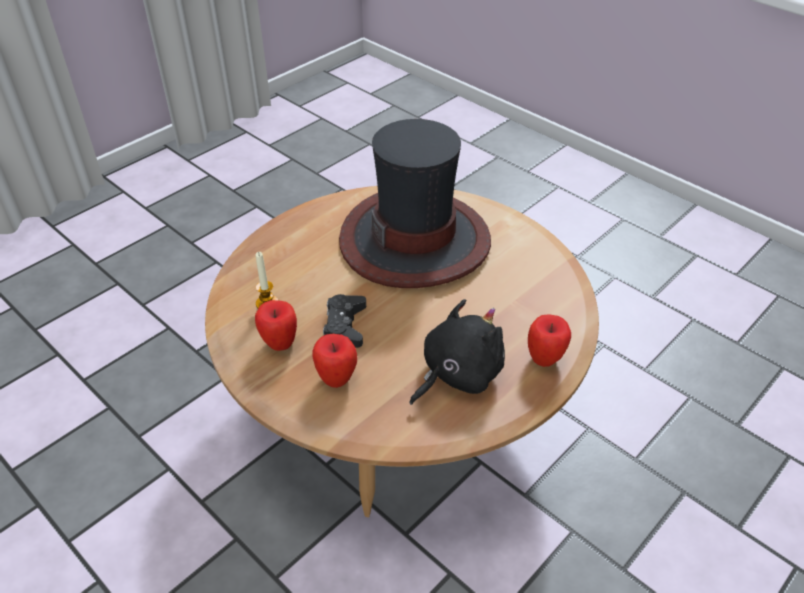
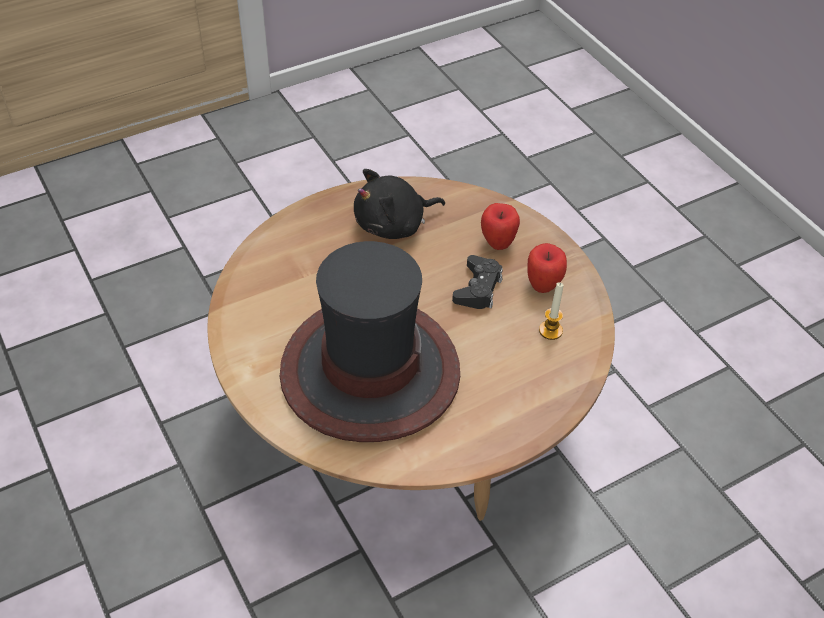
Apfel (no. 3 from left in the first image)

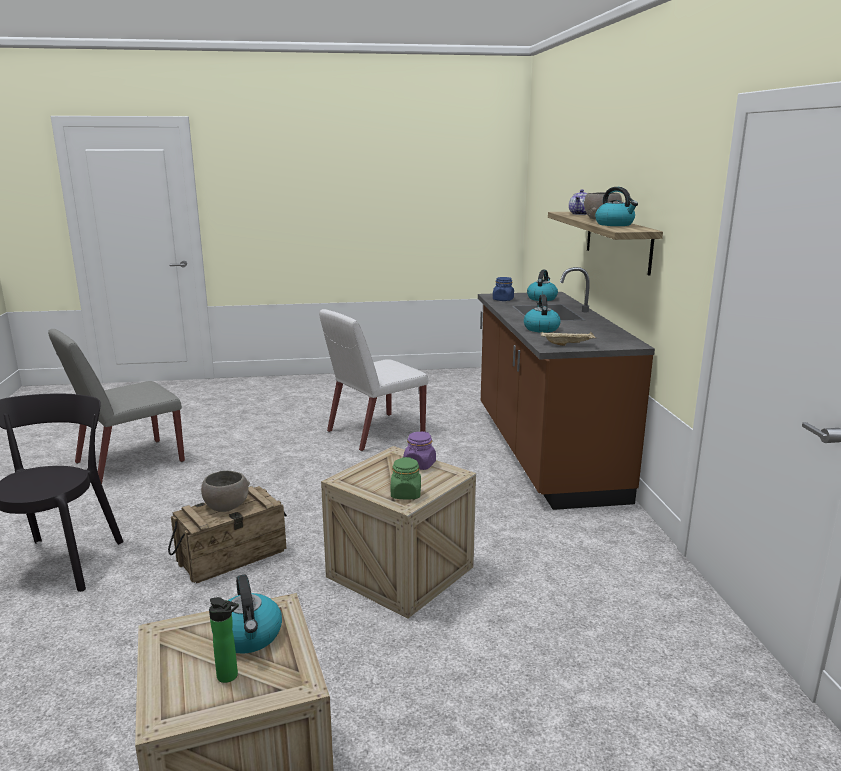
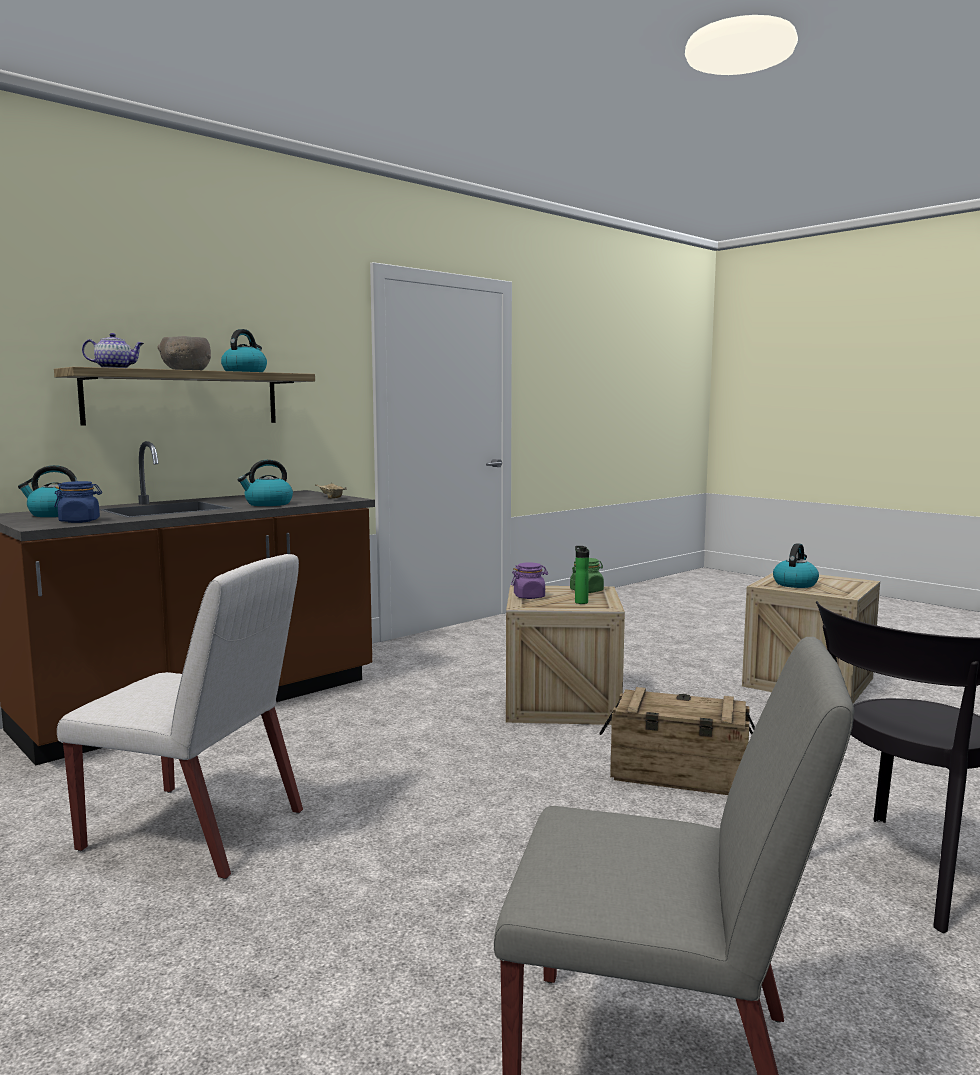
Schüssel (grau) (no. 1 from left in the first image); Flasche

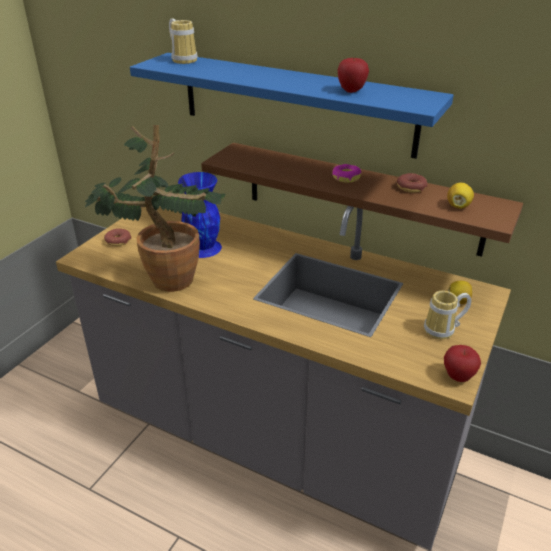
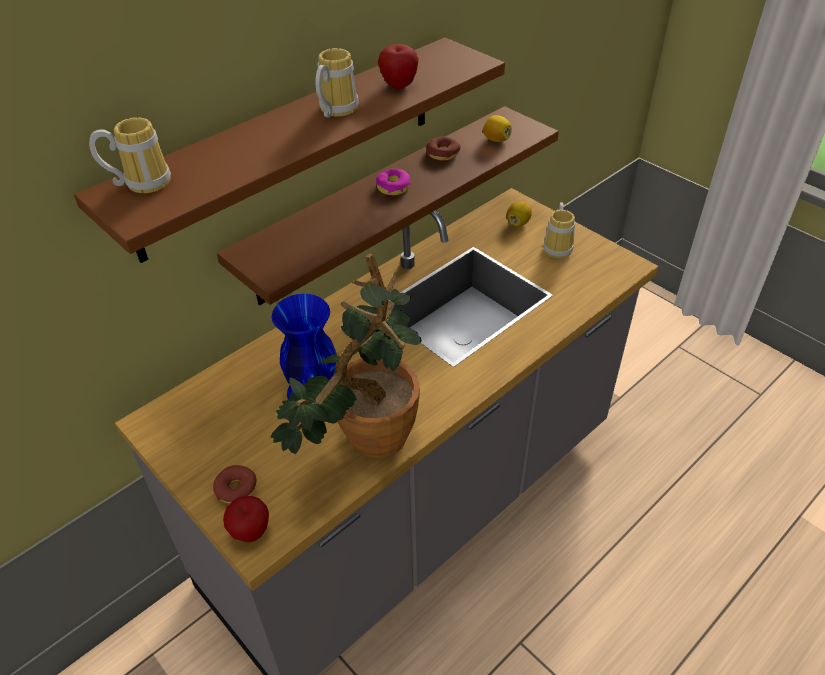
Wandregal (braun) (no. 1 from left); Apfel (no. 1 from left); Henkelbecher (no. 2 from left)

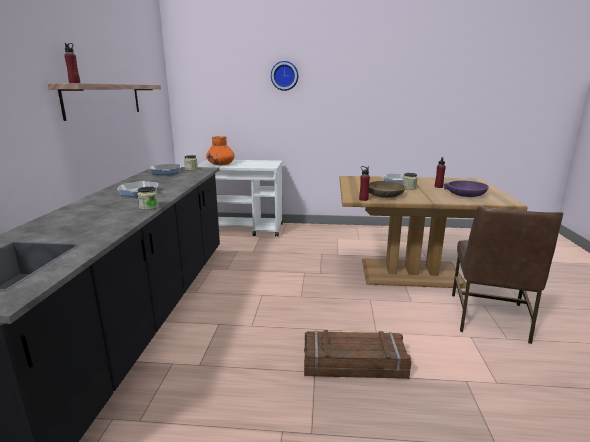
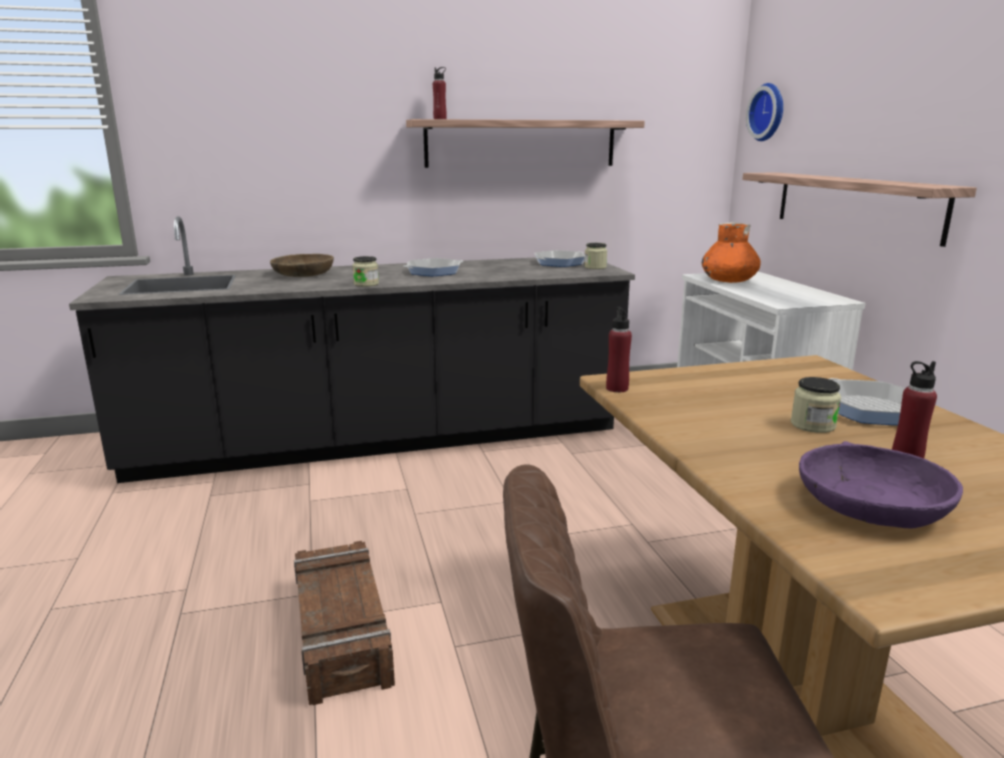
Wanduhr; Schüssel (braun); Wandregal (no. 2 from left)

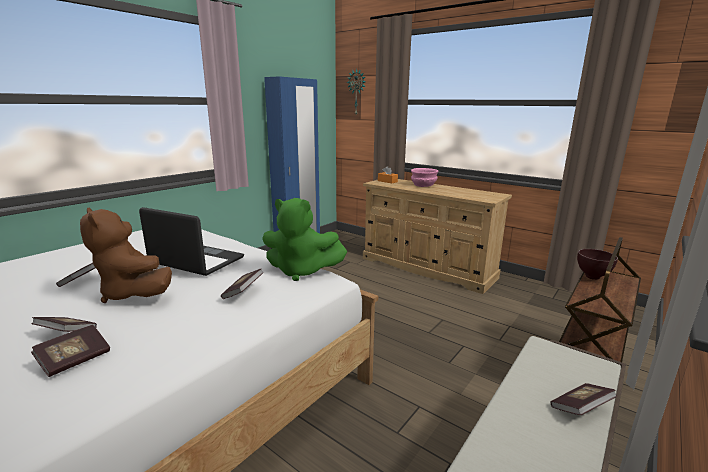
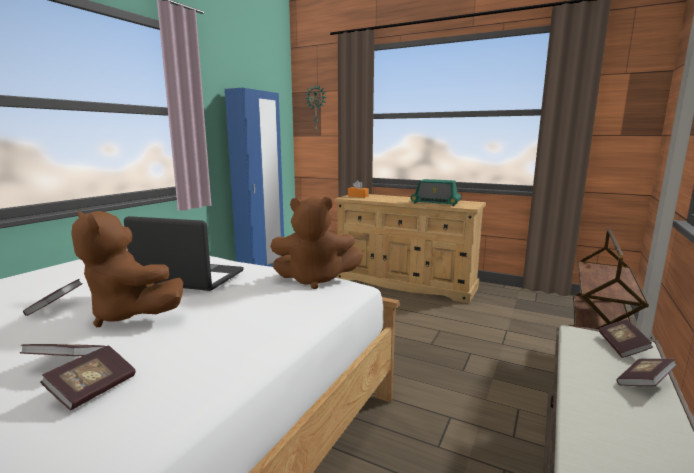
Buch (no. 4 from left); Plüschtier (braun) (no. 2 from left); Schüssel (rosa); Schüssel (braun); Radio

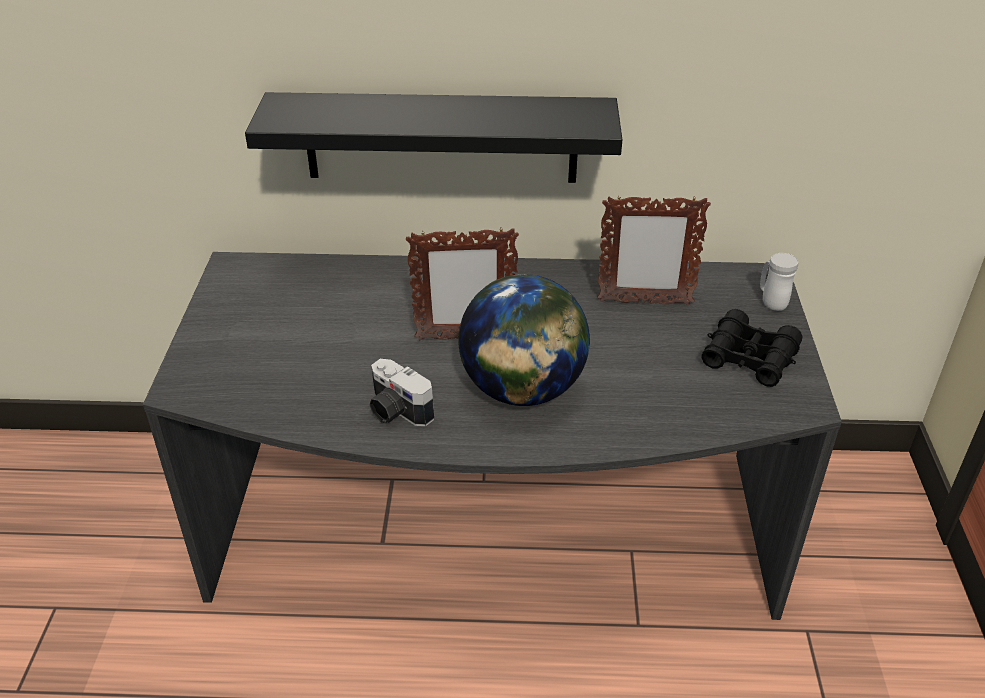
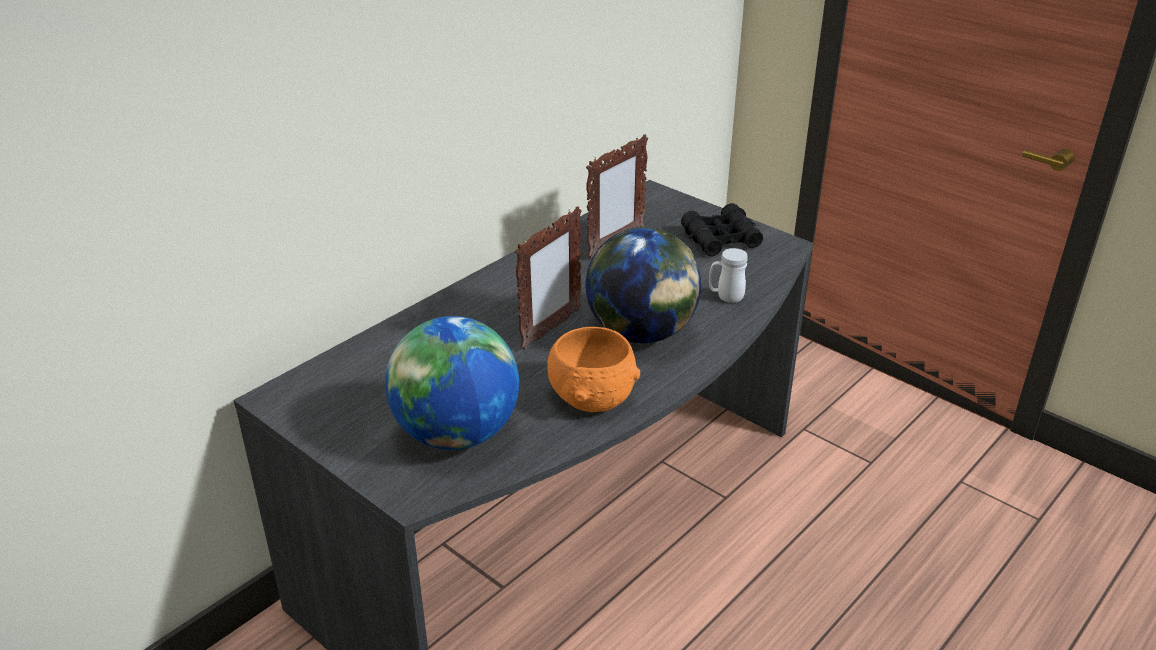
Wandregal (schwarz); Schüssel (orange); Henkelbecher (weiß); Globus (no. 1 from left)

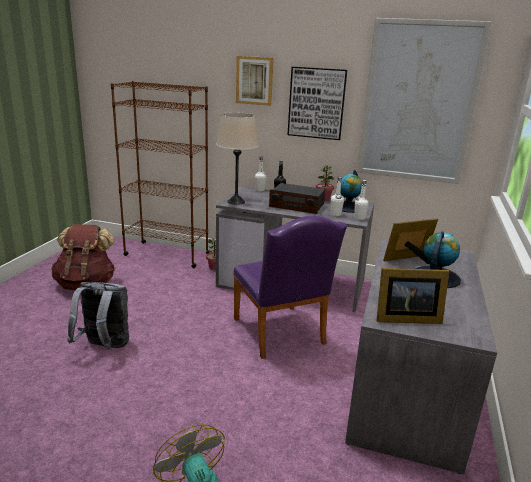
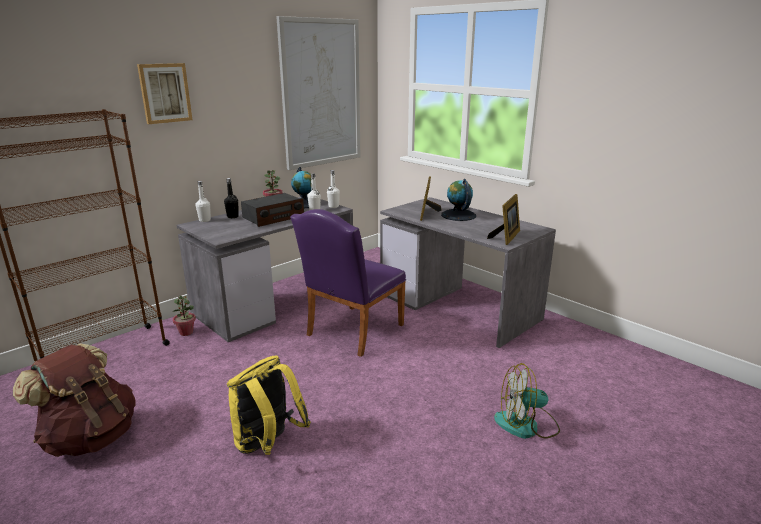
Rucksack (gelb); Tischlampe (beige); Stuhl (lila); Bild (no. 2 from left in the first image)

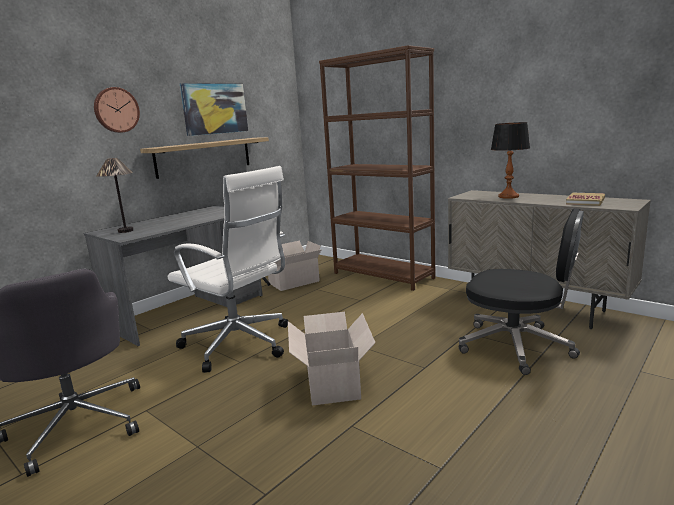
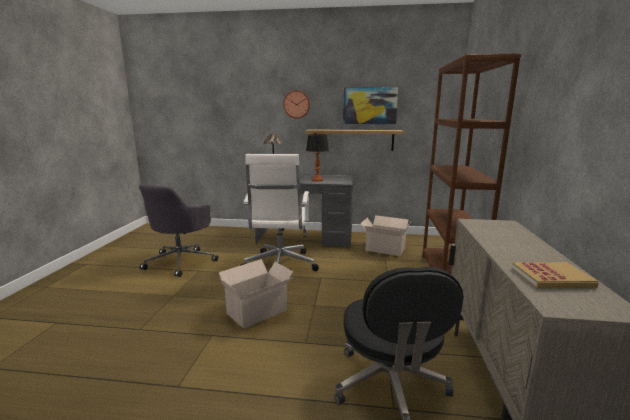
Tischlampe (no. 2 from left)

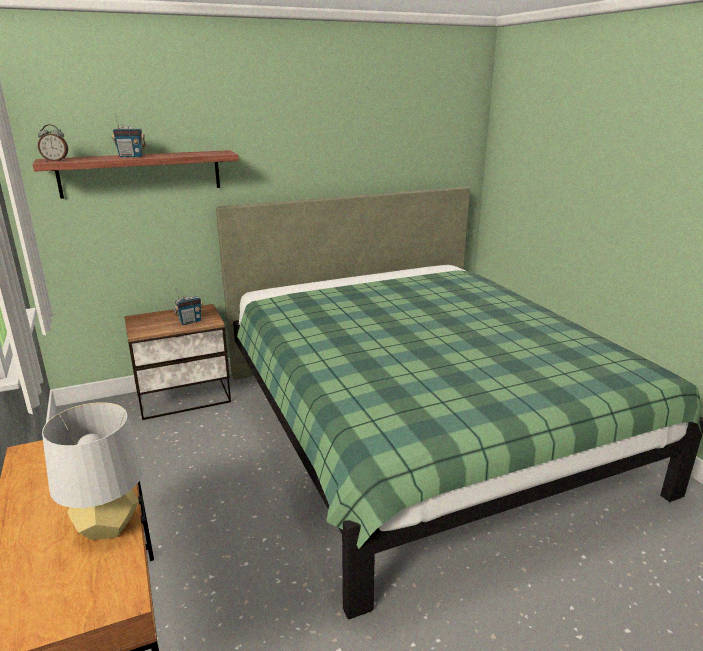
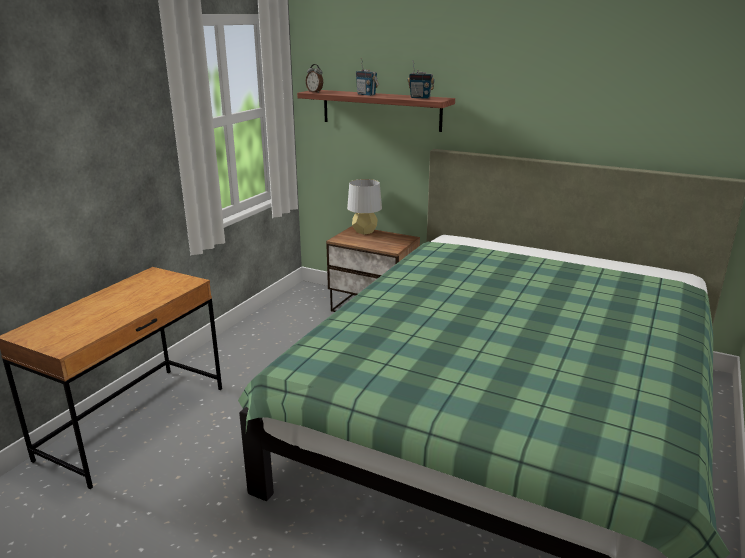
Tischlampe (grau); Radio (no. 2 from left)

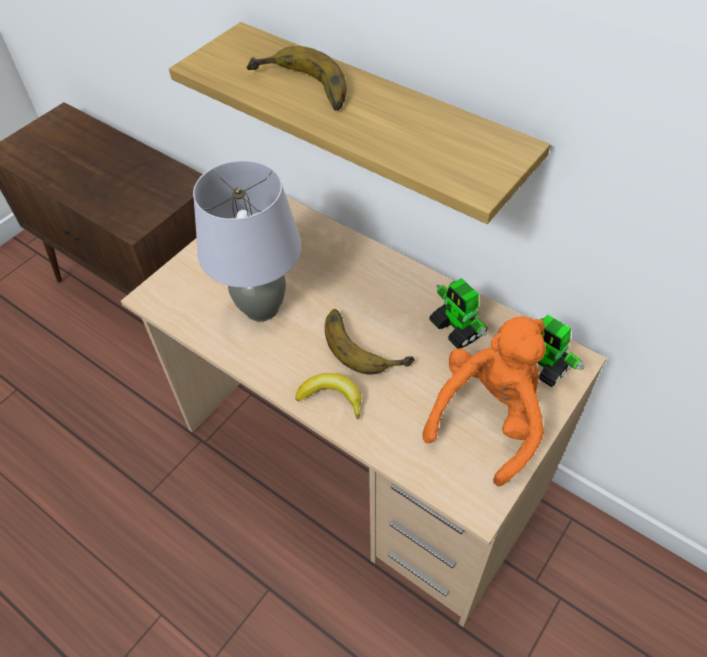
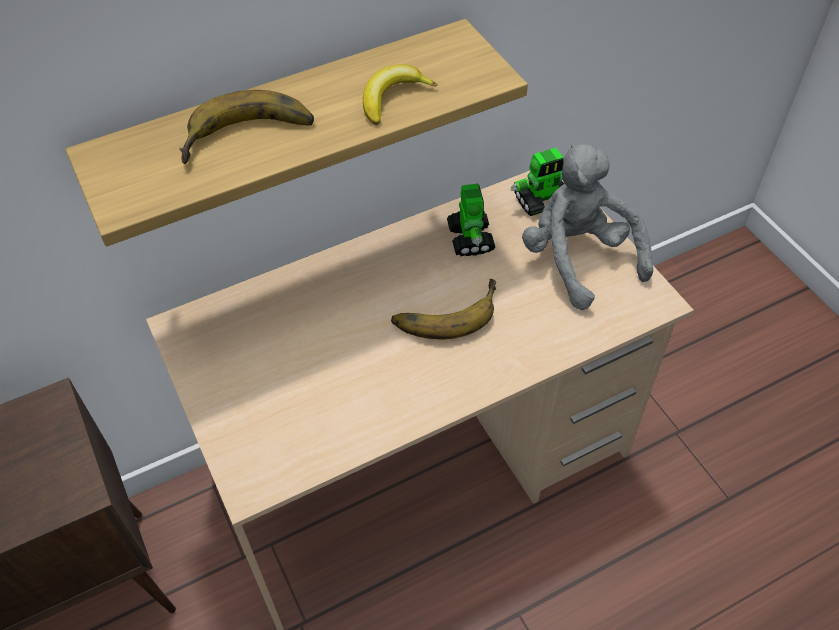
Tischlampe (grau); Banane (no. 2 from left); Plüschtier (grau); Spielzeugroboter (no. 1 from left)

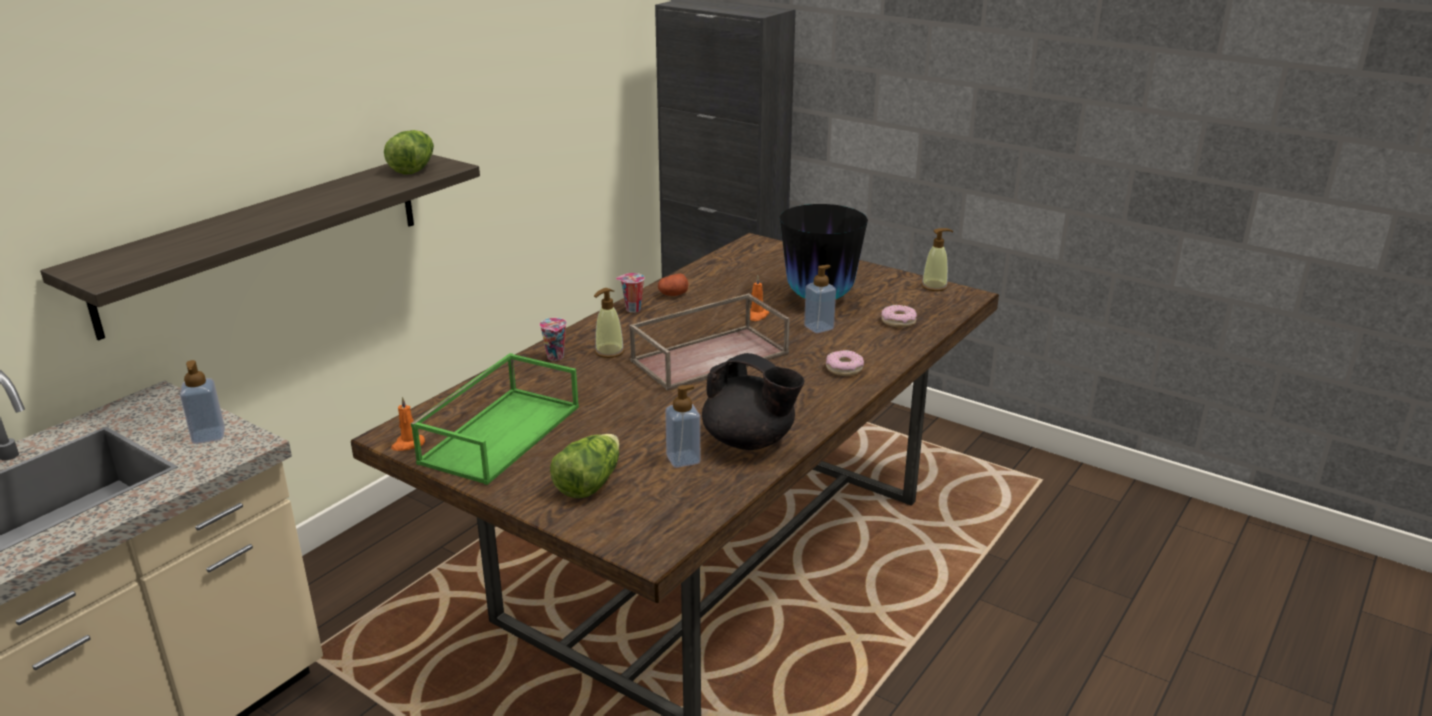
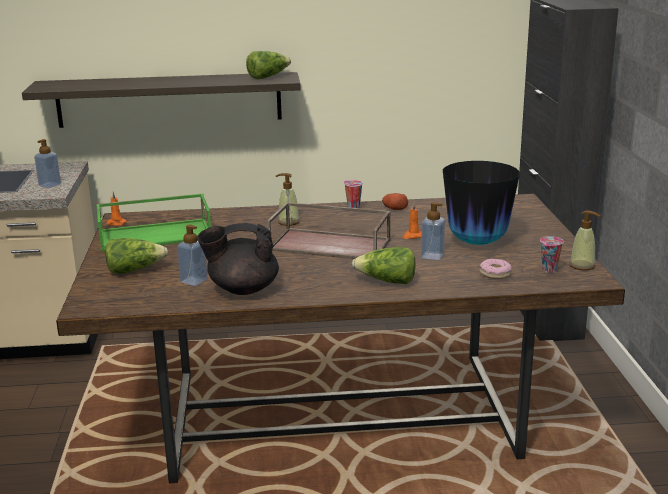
Tasse (no. 2 from left); Teekanne (schwarz); Salatkopf (no. 3 from left)

